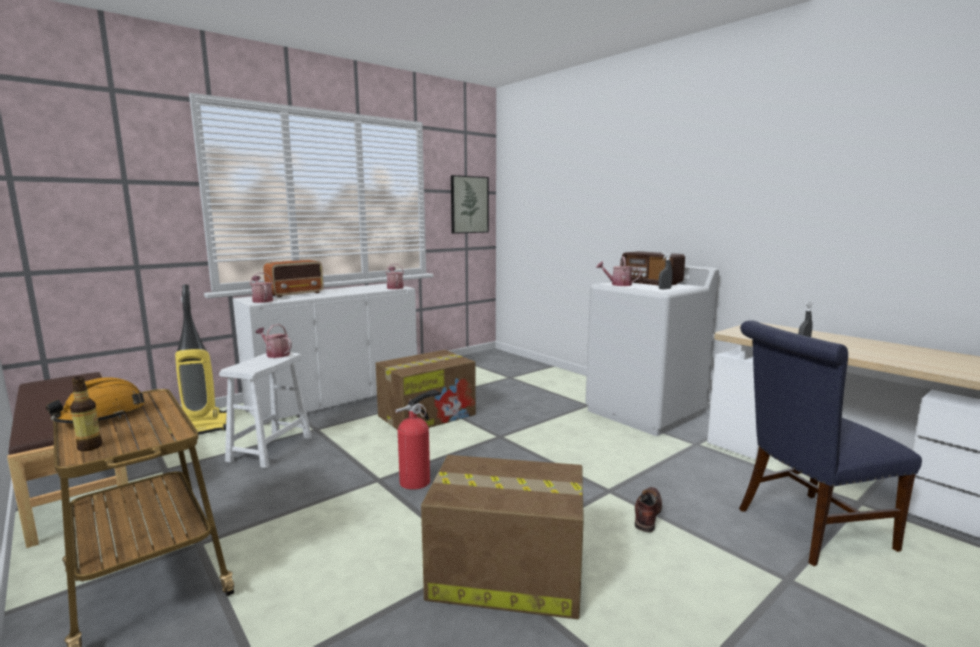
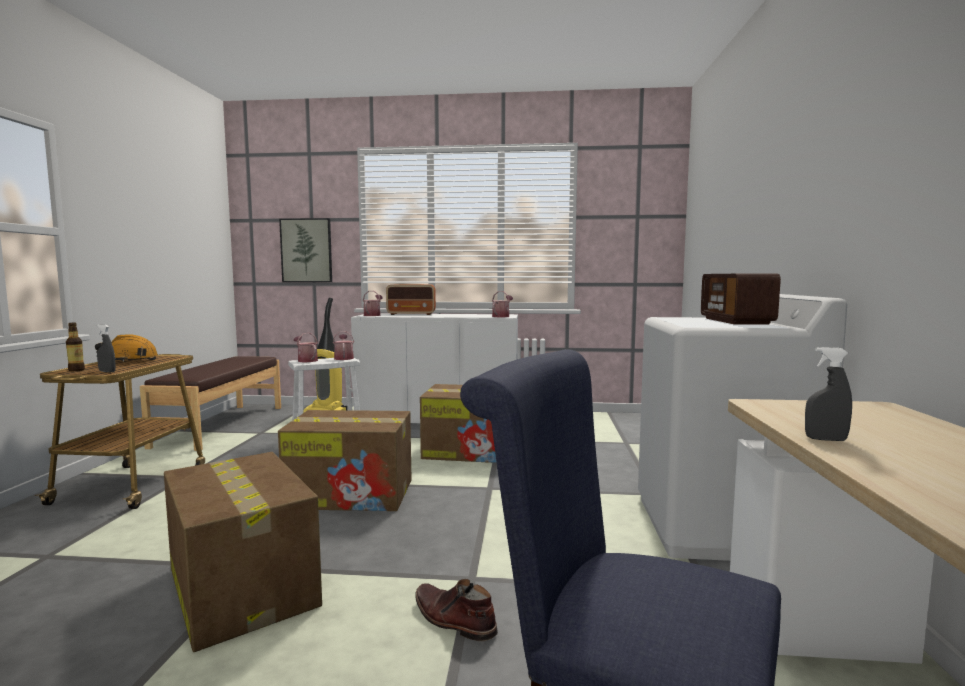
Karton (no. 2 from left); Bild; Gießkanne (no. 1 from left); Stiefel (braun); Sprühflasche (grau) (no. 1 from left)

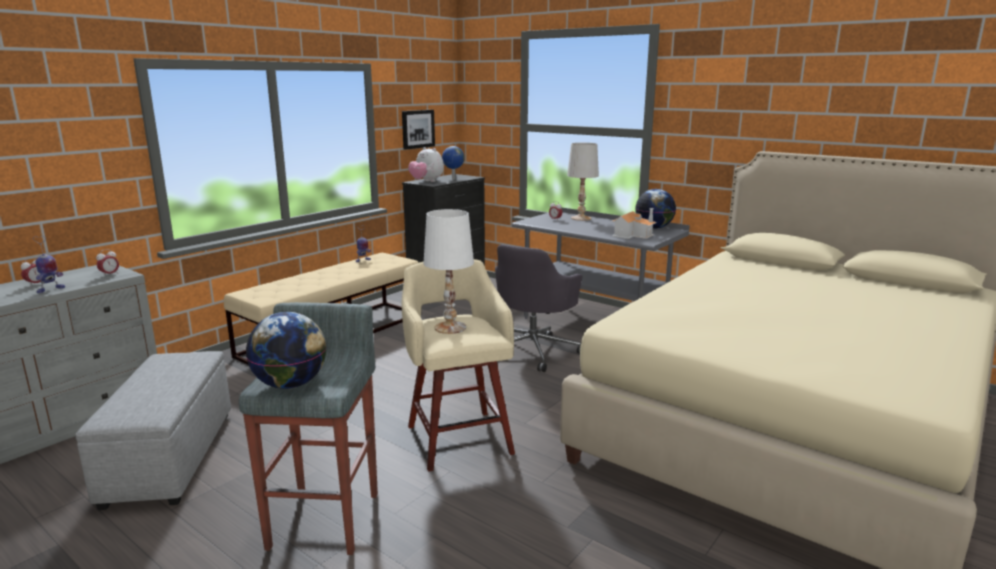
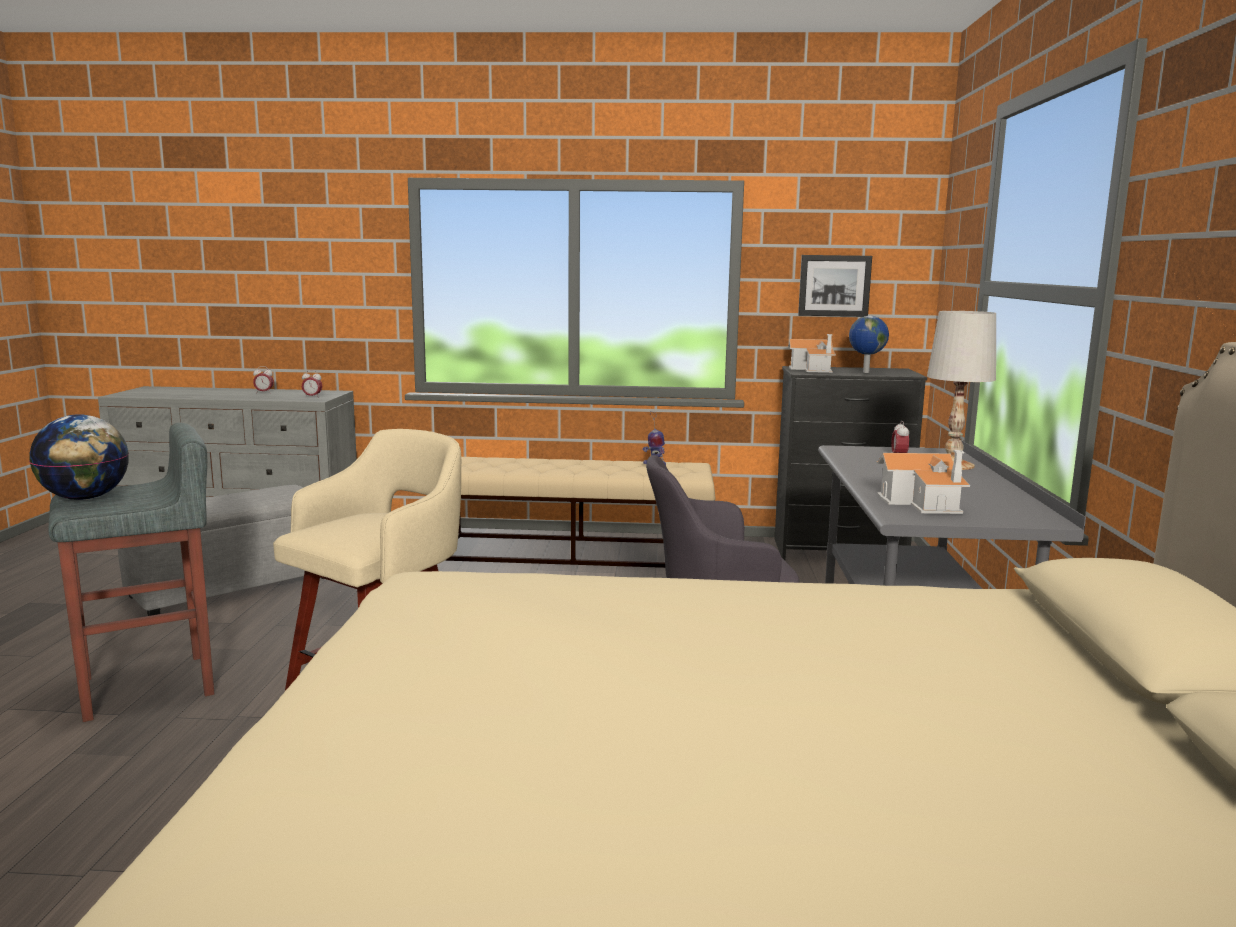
Spielzeugroboter (no. 1 from left in the first image); Spielzeughaus (no. 1 from left); Tischlampe (weiß) (no. 1 from left in the first image); Globus (no. 3 from left in the first image)

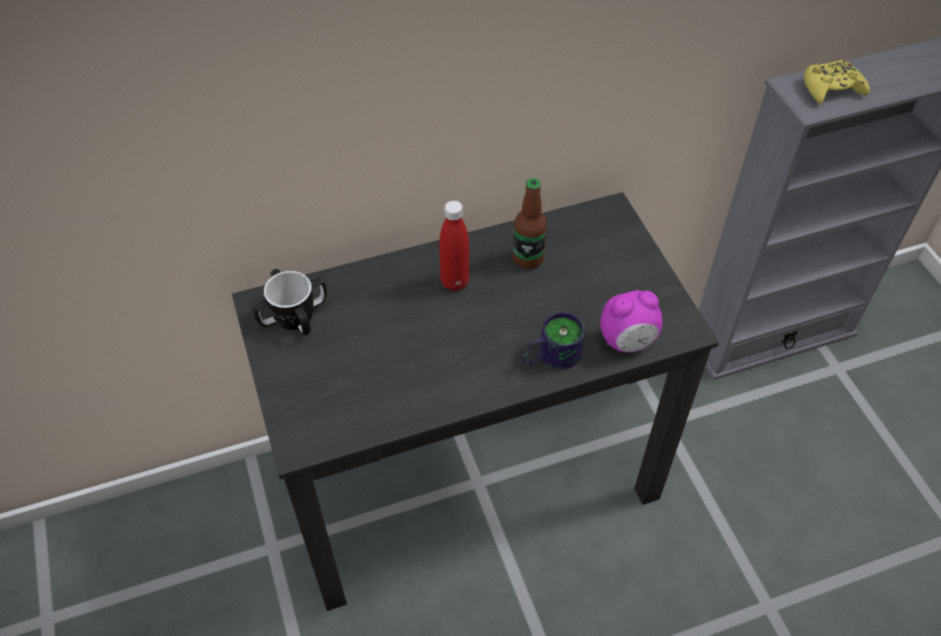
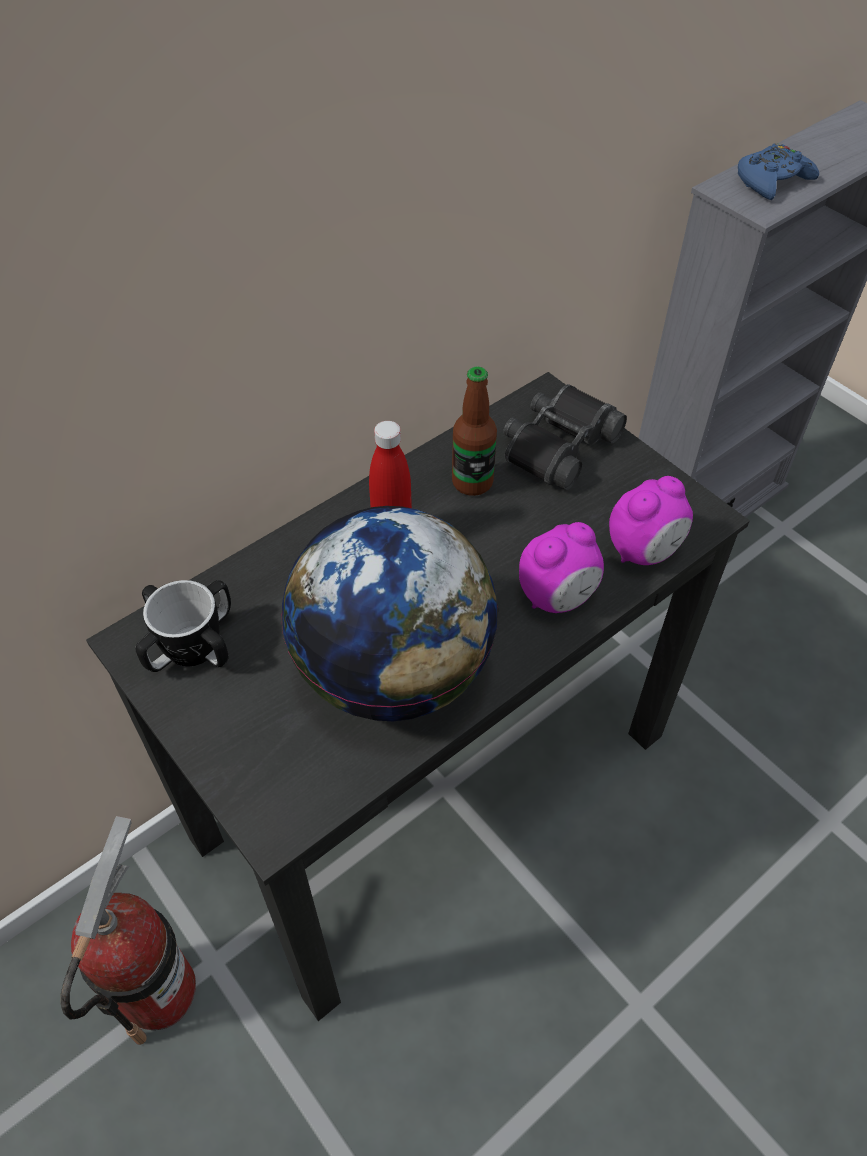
Wecker (no. 1 from left); Gamepad (blau); Feuerlöscher; Globus; Fernglas (schwarz)

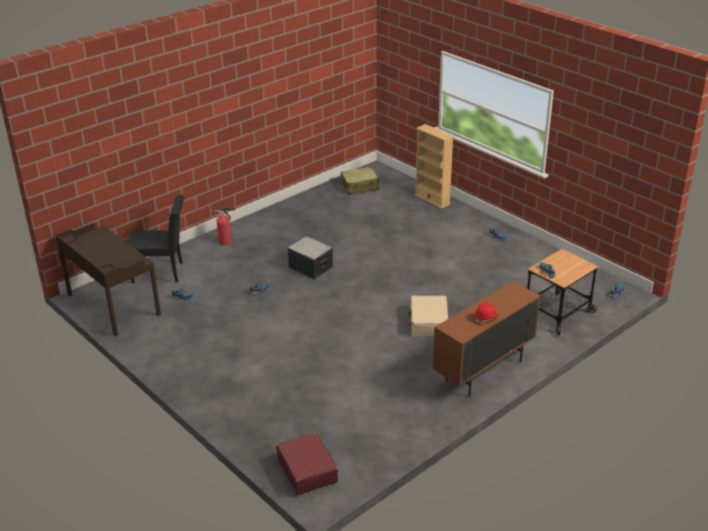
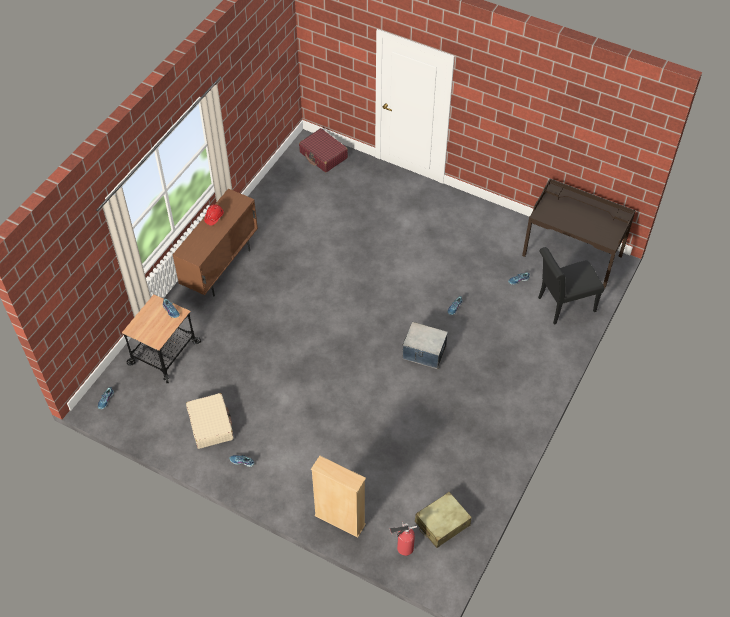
Feuerlöscher; Koffer (beige) (no. 1 from left)

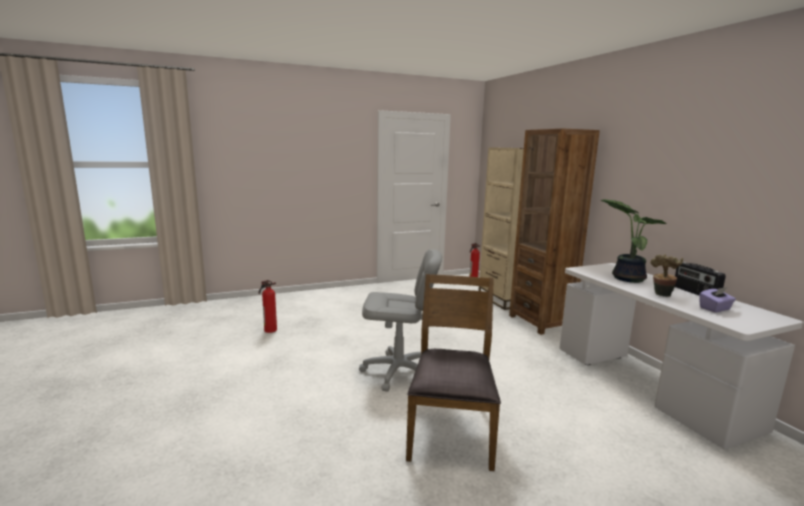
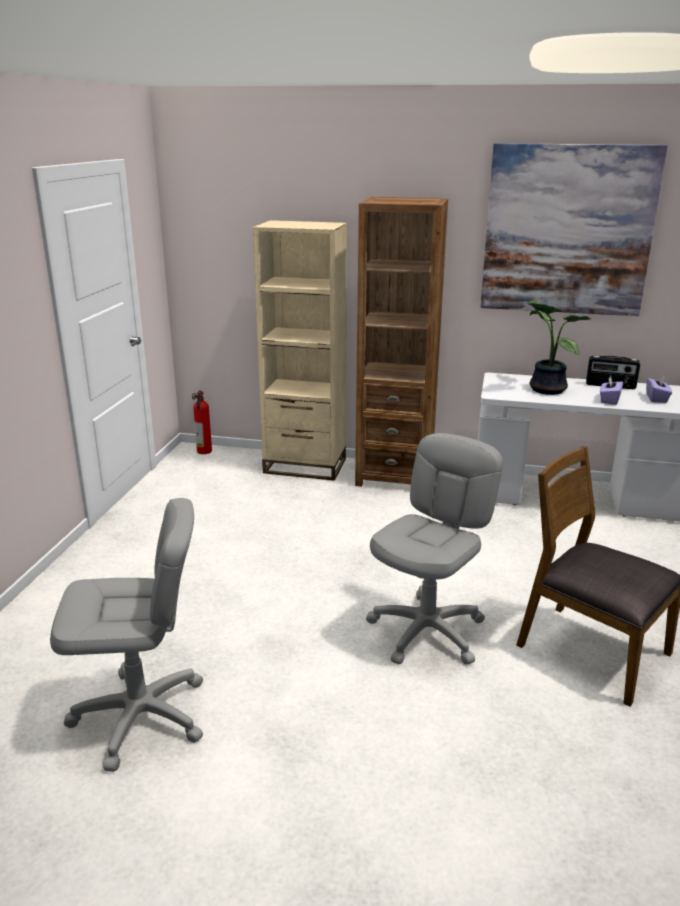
Bürostuhl (grau) (no. 1 from left); Taschentuchbox (lila) (no. 1 from left); Bild

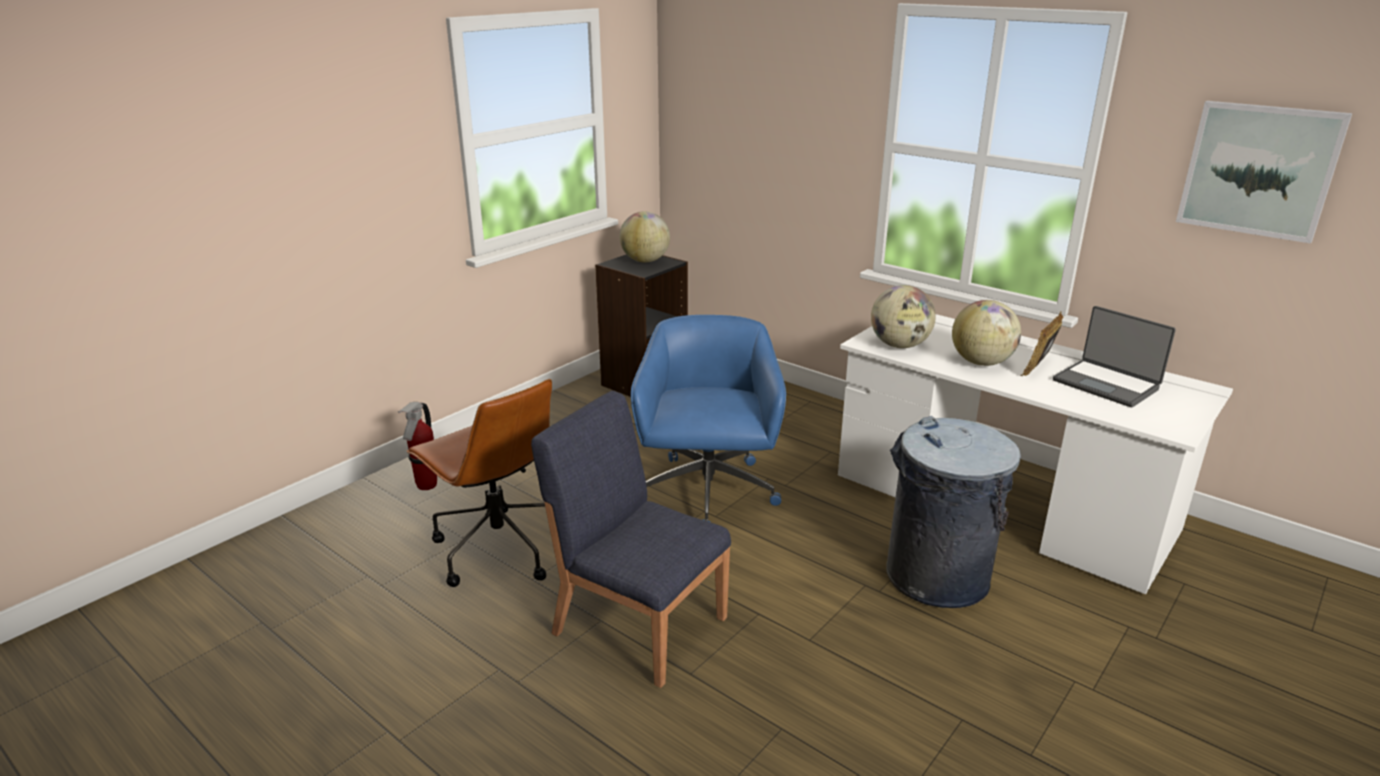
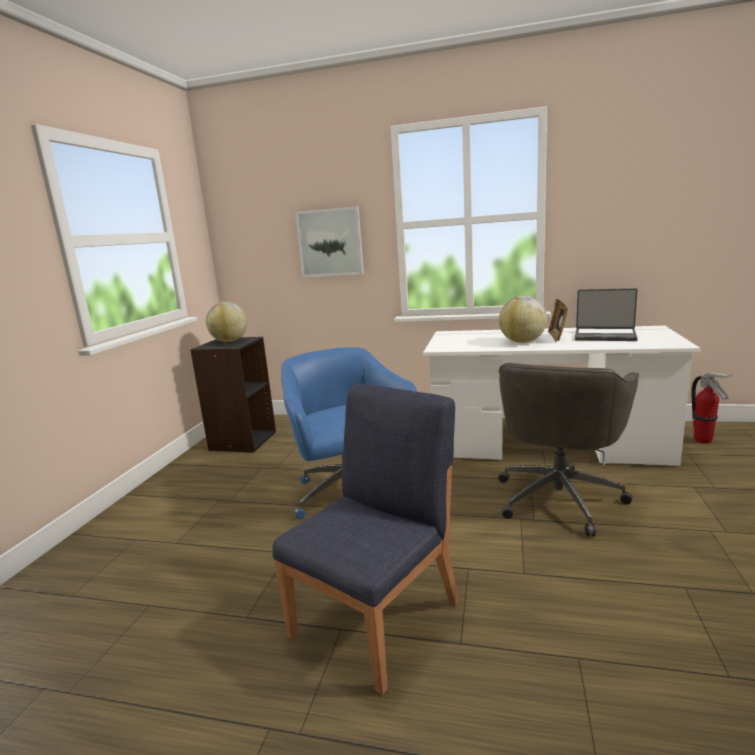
Feuerlöscher; Bürostuhl (braun); Stuhl (blau); Globus (no. 2 from left in the first image); Bürostuhl (grau); Bild

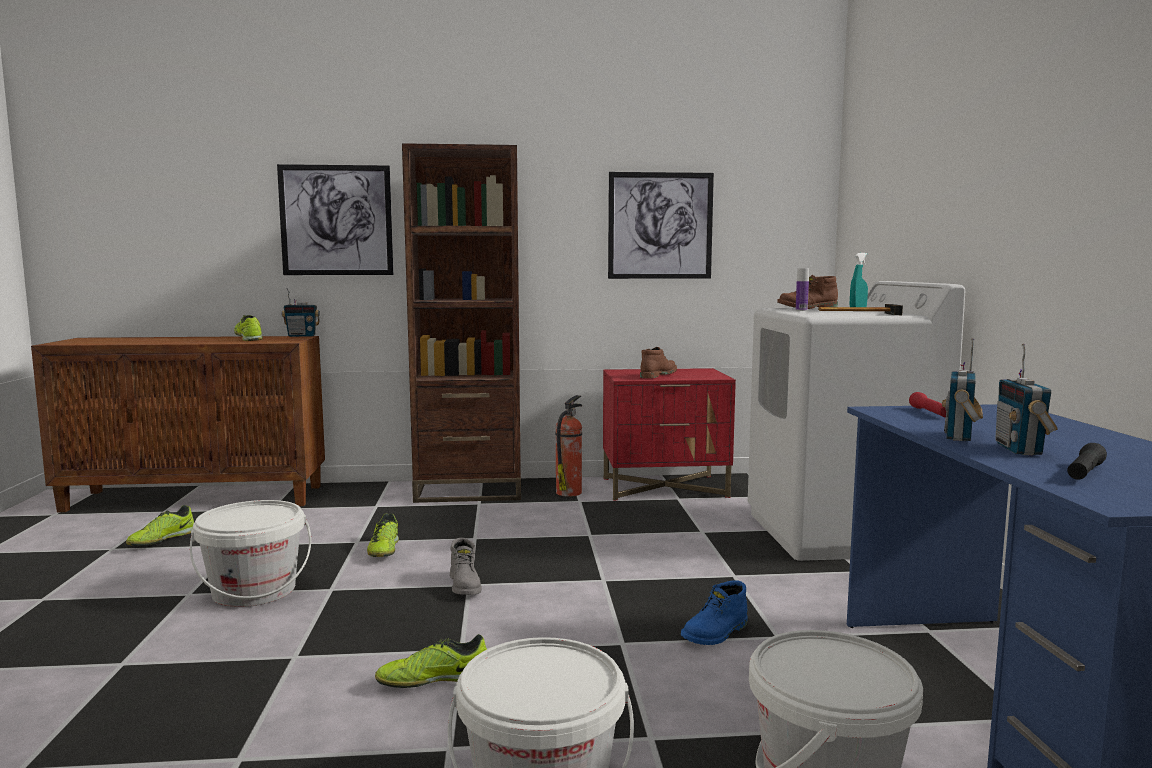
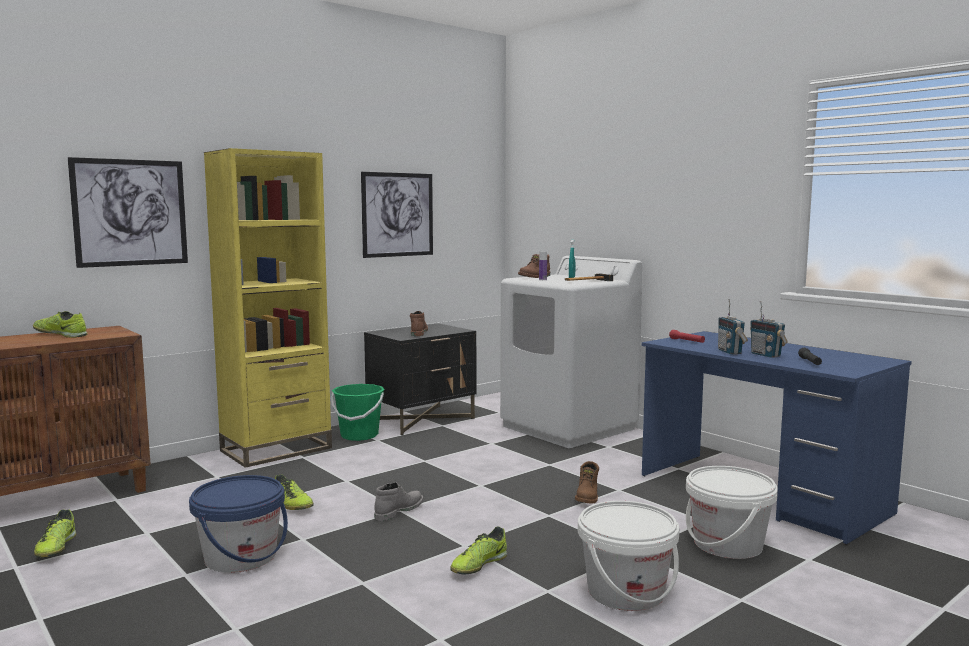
Eimer (blau); Radio (no. 1 from left in the first image); Bücherregal (gelb); Stiefel (grau); Eimer (grün); Nachttisch (schwarz); Stiefel (braun) (no. 3 from left)

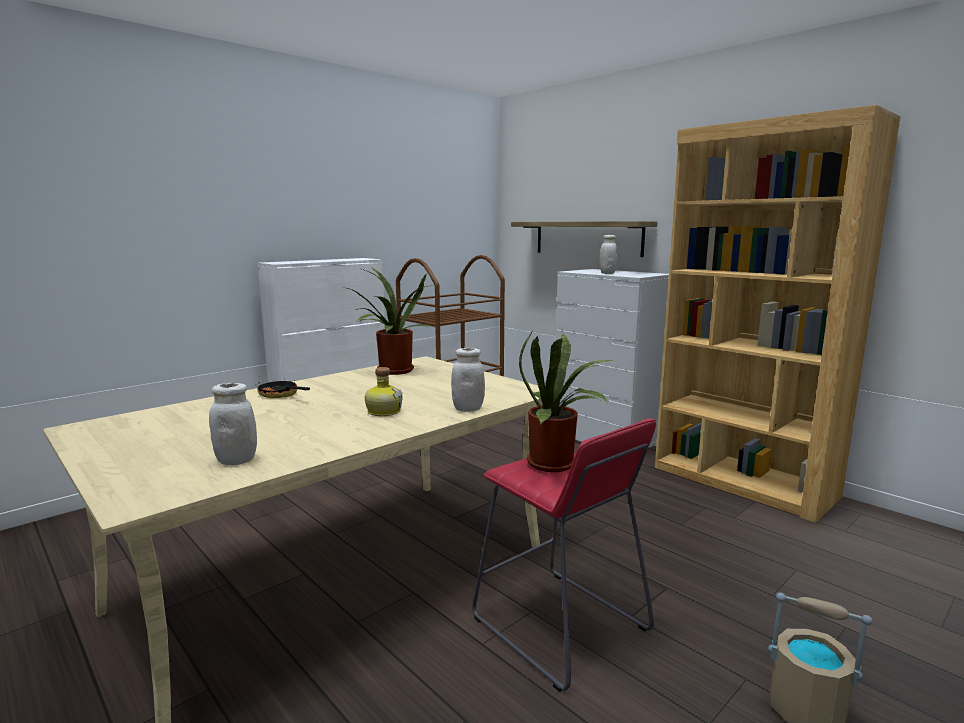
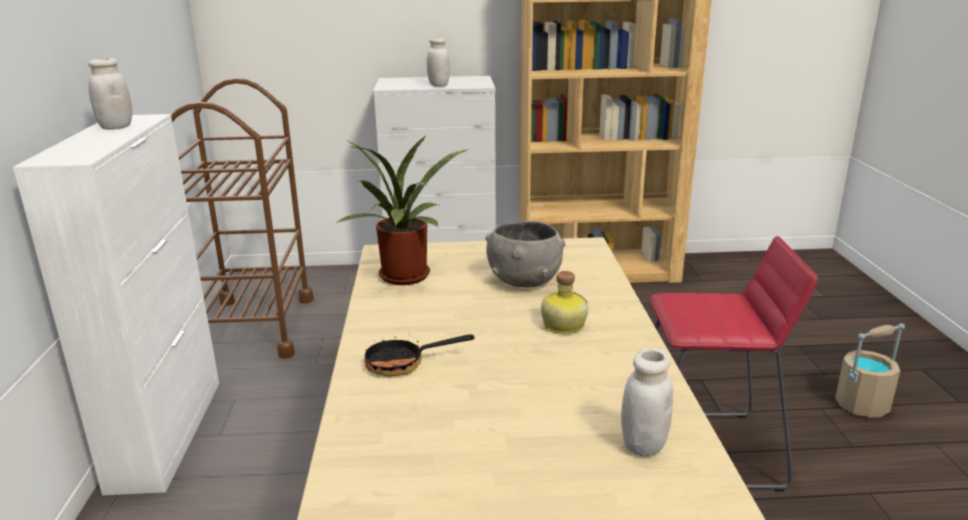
Vorratsglas (weiß) (no. 1 from left); Wandregal; Topfpflanze (no. 2 from left in the first image); Schüssel (grau)

